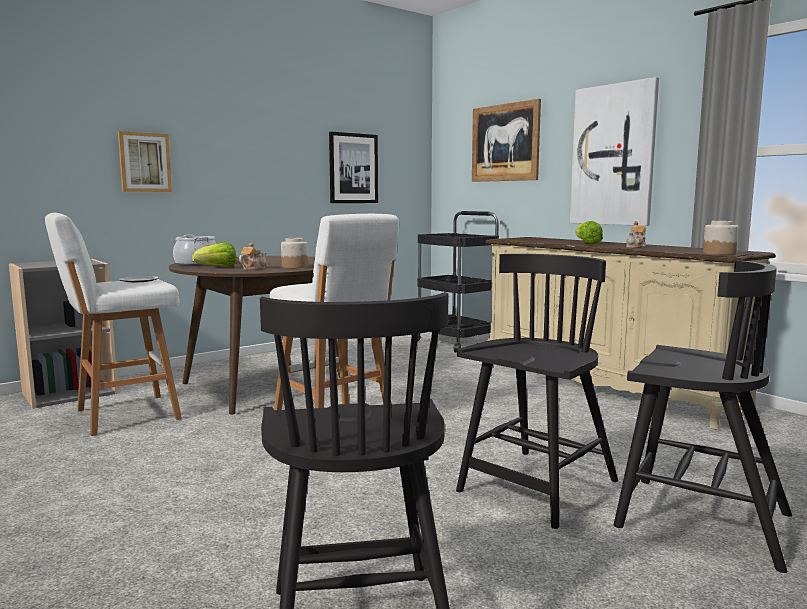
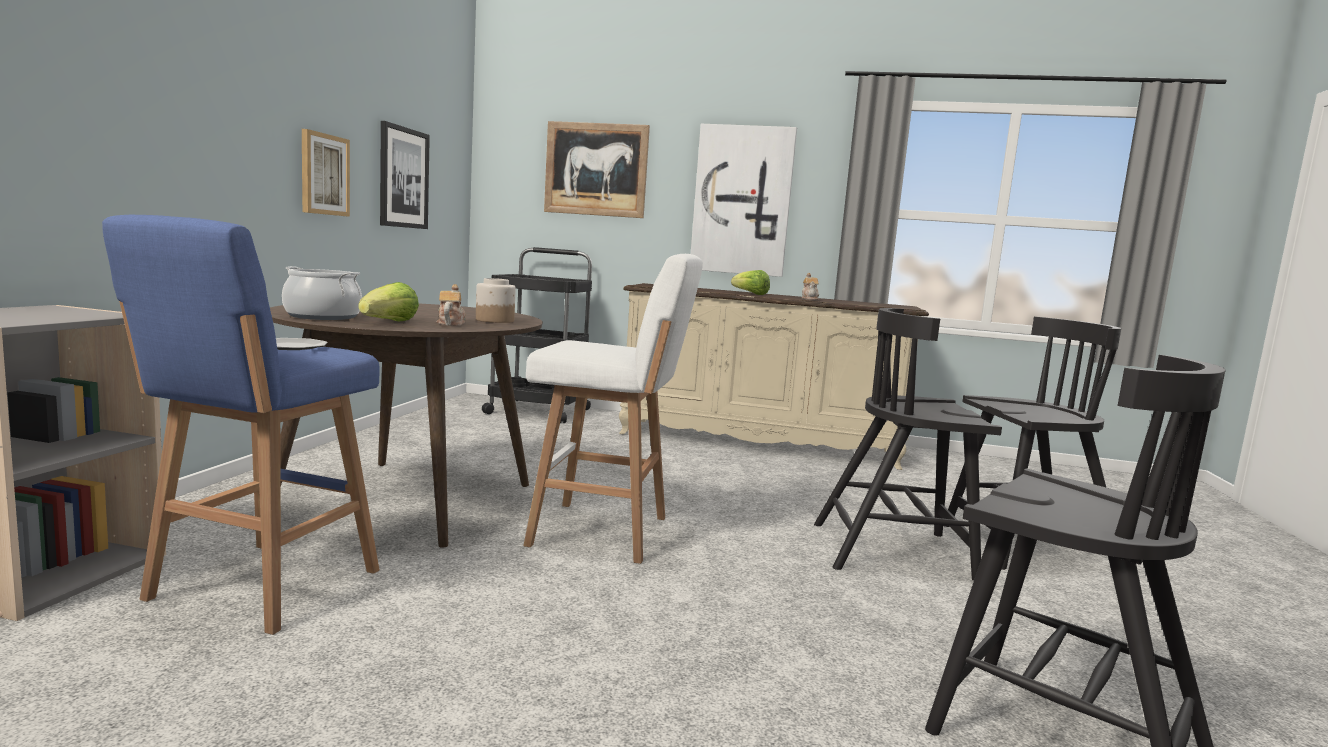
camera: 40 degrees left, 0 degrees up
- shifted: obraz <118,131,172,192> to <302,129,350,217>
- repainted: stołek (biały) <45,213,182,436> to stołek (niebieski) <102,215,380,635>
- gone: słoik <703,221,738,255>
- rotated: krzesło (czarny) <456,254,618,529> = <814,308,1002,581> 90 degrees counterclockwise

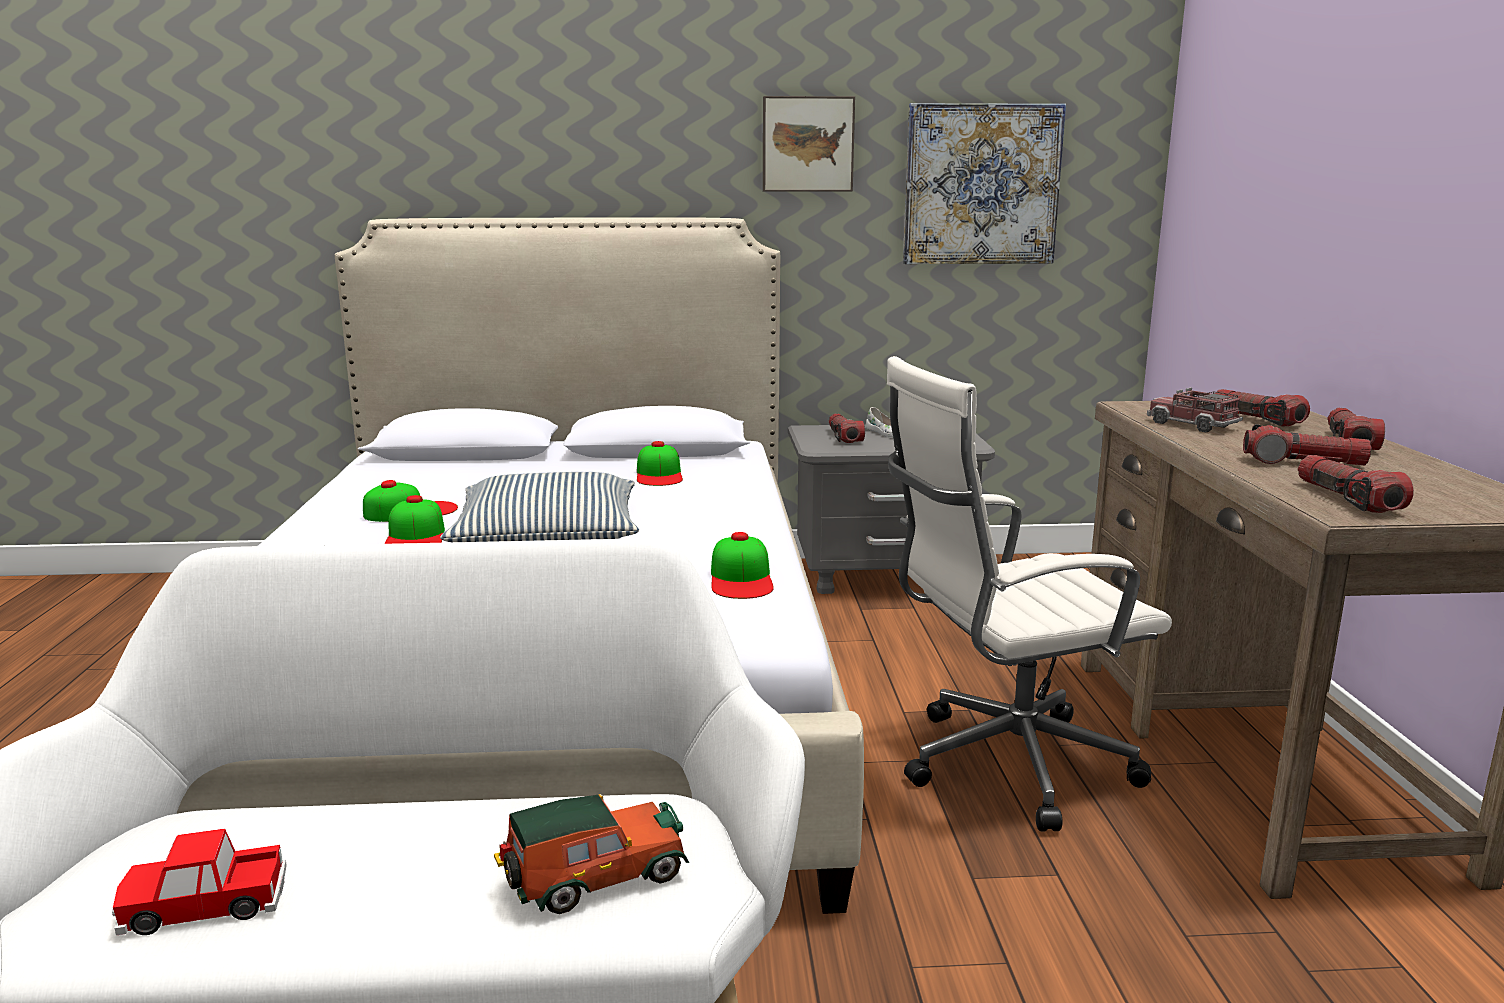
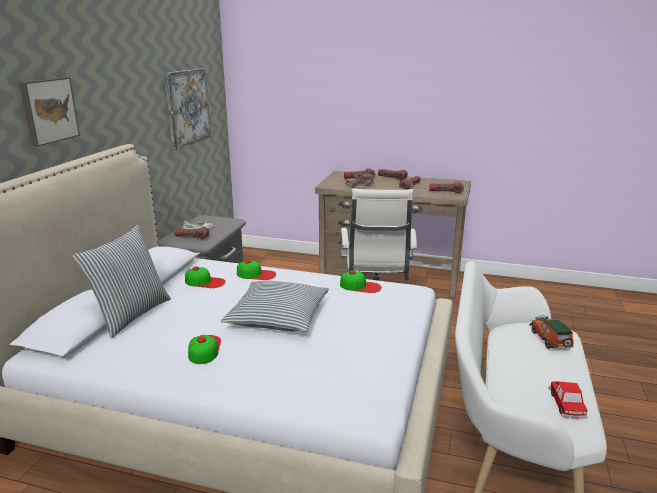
camera: 70 degrees left, 5 degrees up
- shifted: obraz <763,96,855,192> to <19,77,80,146>
- shifted: czapka z daszkiem <384,495,445,544> to <237,260,276,280>
- new: poduszka <73,225,171,338>

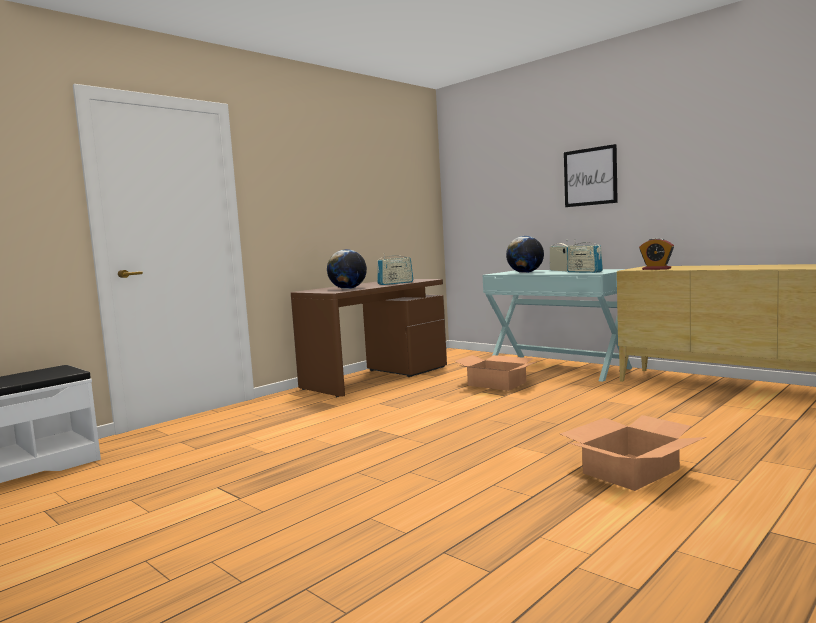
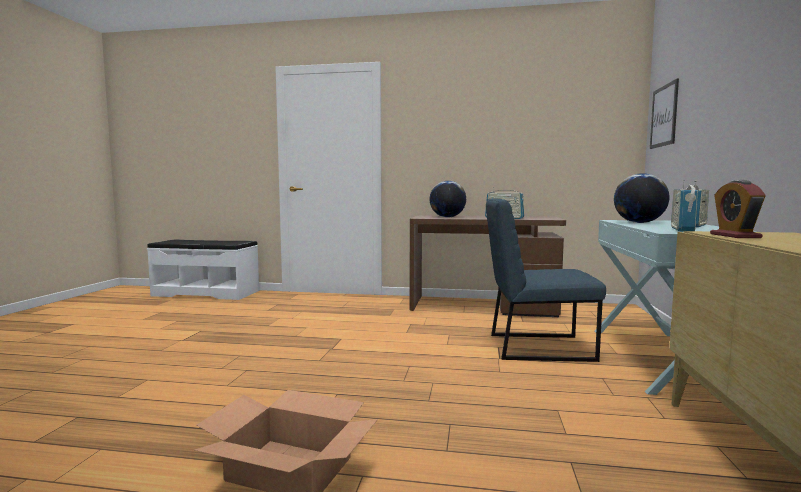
camera: 55 degrees right, 0 degrees up
- shifted: obraz <564,144,618,207> to <650,78,679,149>
- swapped: karton <455,355,538,391> to krzesło (niebieski) <486,198,606,362>

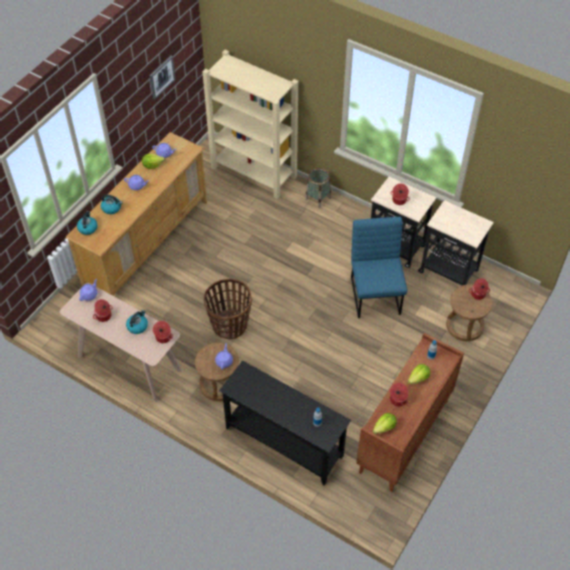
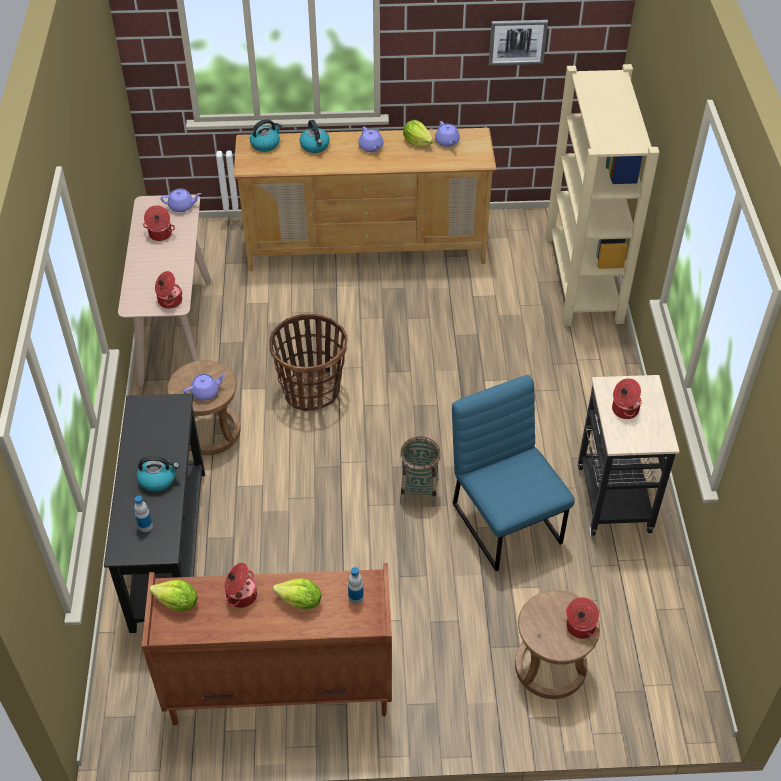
camera: 55 degrees right, 5 degrees down
- shifted: koszyk <305,168,331,208> to <400,436,441,507>
- gone: wózek <418,200,494,285>
- rotated: krzesło (niebieski) <351,217,407,318> = <452,375,575,571> 75 degrees counterclockwise
- shifted: czajnik <126,310,148,334> to <137,456,179,492>

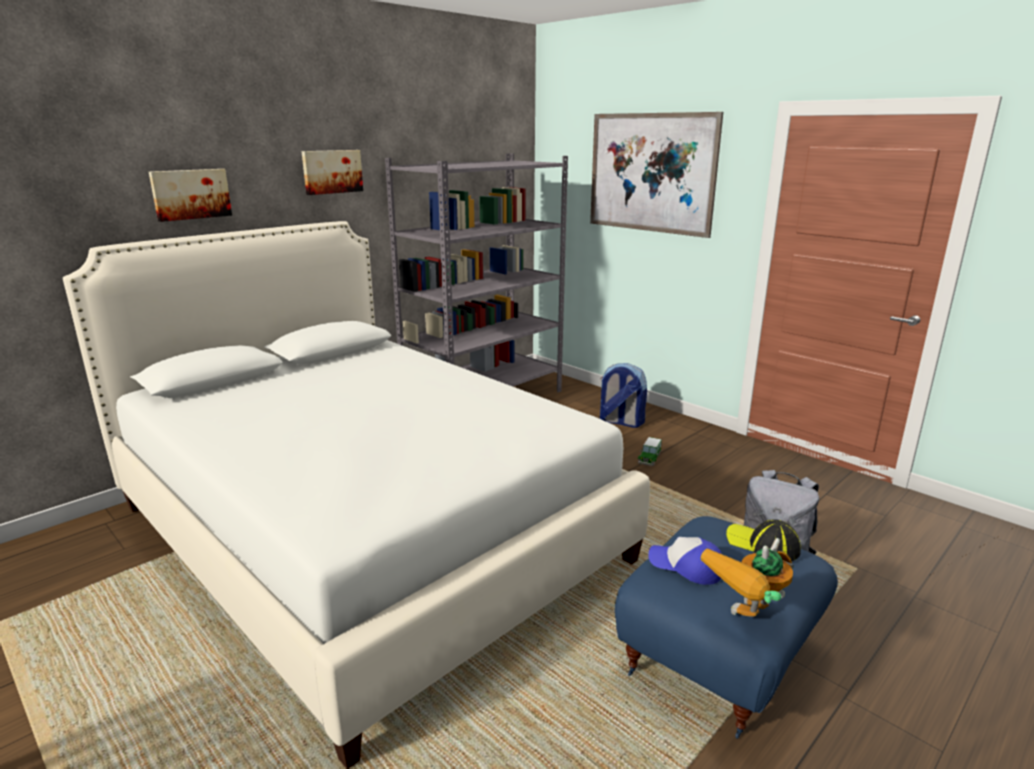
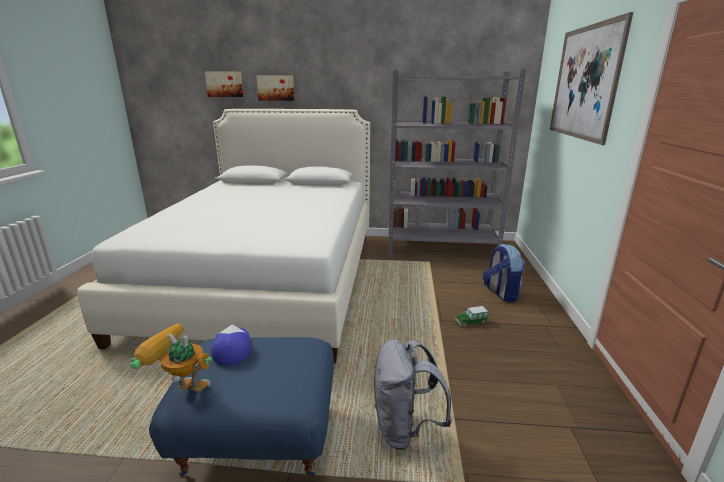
camera: 50 degrees right, 0 degrees up
- shifted: obraz <302,150,363,195> to <205,72,243,97>
- gone: czapka z daszkiem <726,519,801,561>

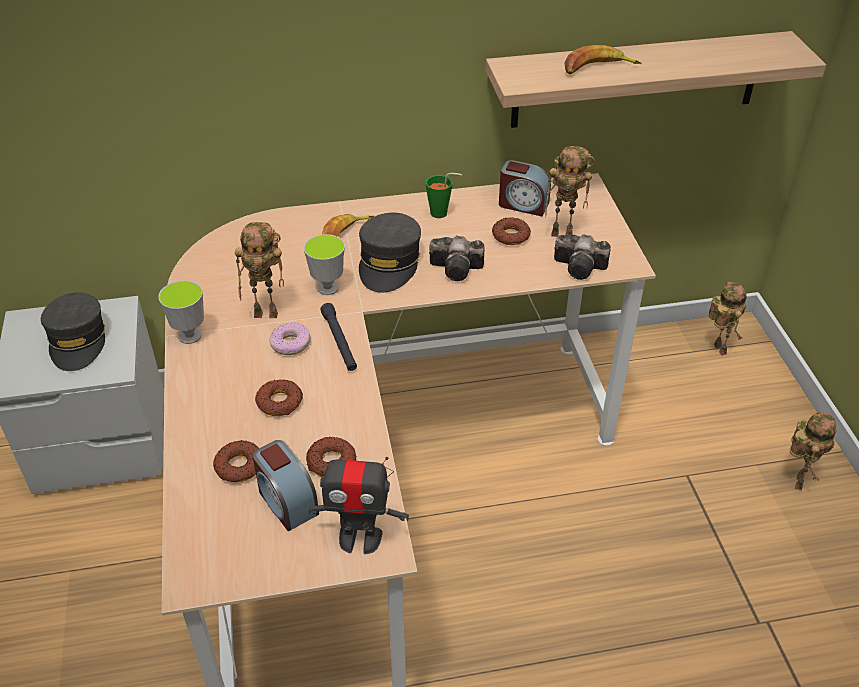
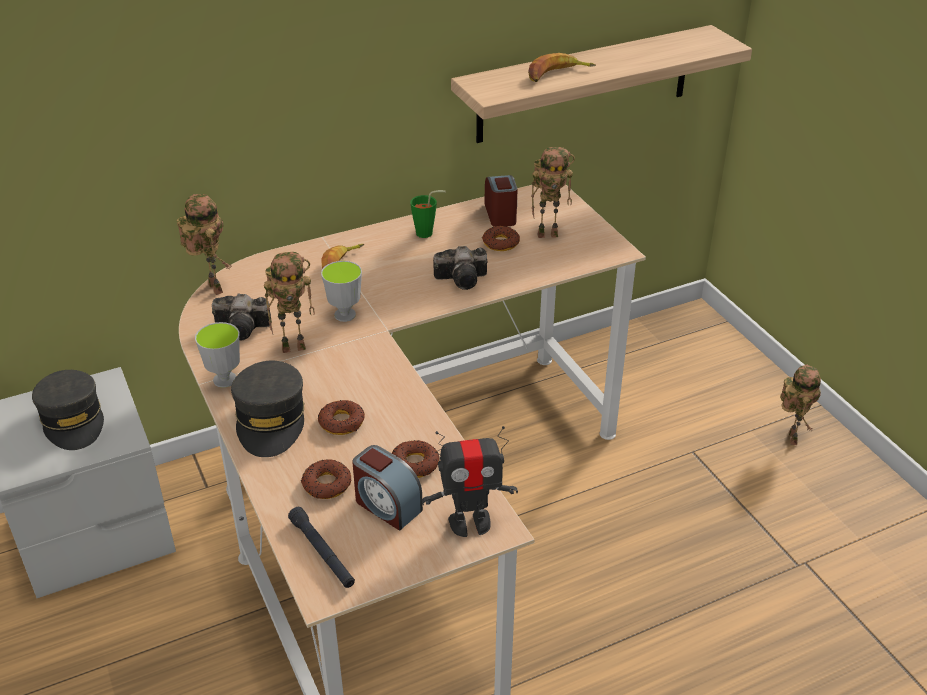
camera: 15 degrees left, 5 degrees down
- rotated: budzik <499,160,551,216> = <484,175,518,227> 105 degrees counterclockwise
- shifted: czapka z daszkiem (szary) <359,213,421,293> to <231,361,305,457>
- shifted: aparat fotograficzny <554,234,611,280> to <212,293,272,340>
- shifted: robot zabawkowy <708,282,747,356> to <177,194,232,295>
- shifted: latarka (czarny) <320,303,357,371> to <288,507,355,588>
- gone: donut <269,322,311,355>

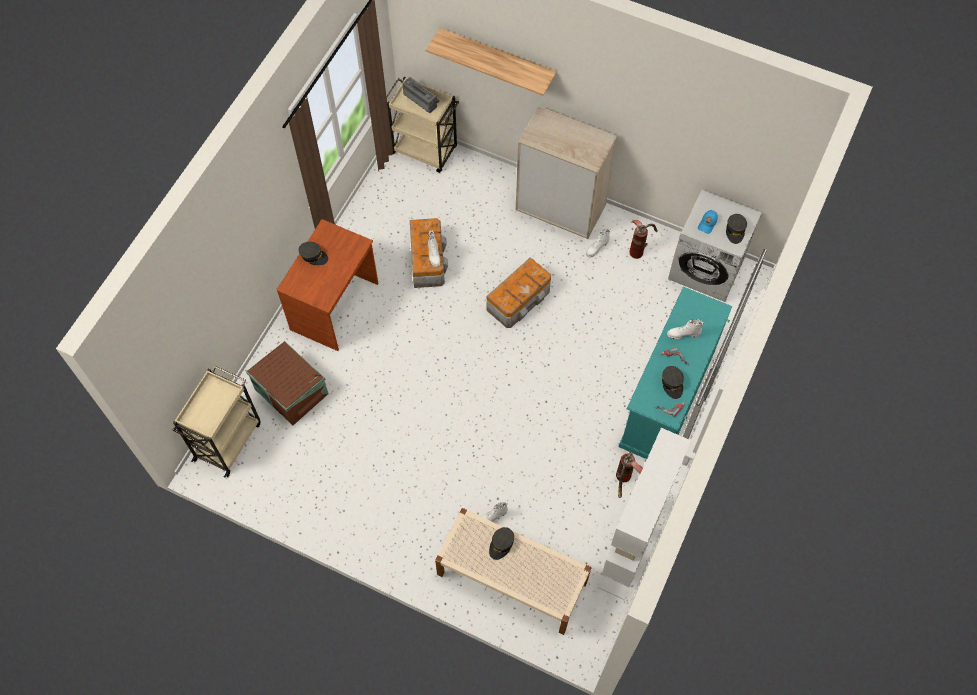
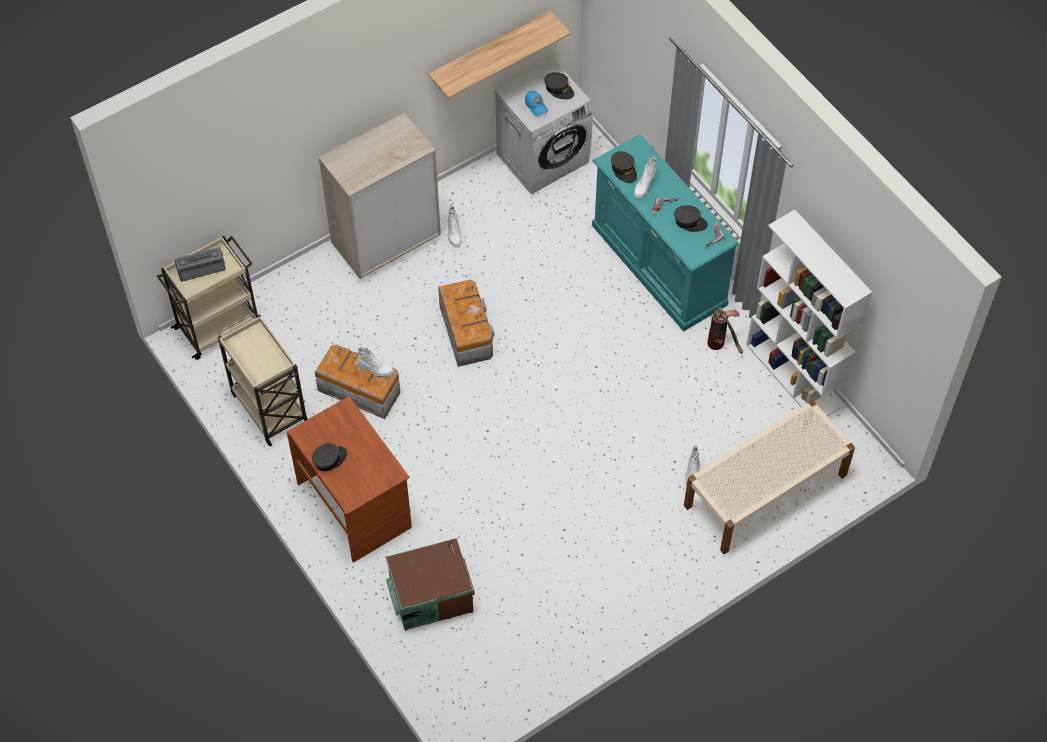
camera: 60 degrees left, 5 degrees down
- shifted: półka <426,28,557,96> to <429,11,571,99>
- gone: gaśnica <629,220,658,259>
- shifted: wózek (beżowy) <173,366,261,478> to <217,313,308,446>
- shifted: czapka z daszkiem (szary) <489,527,514,560> to <611,151,637,183>

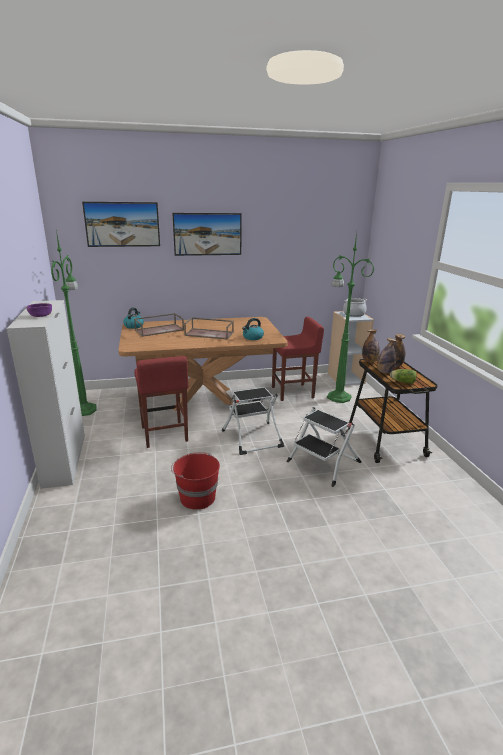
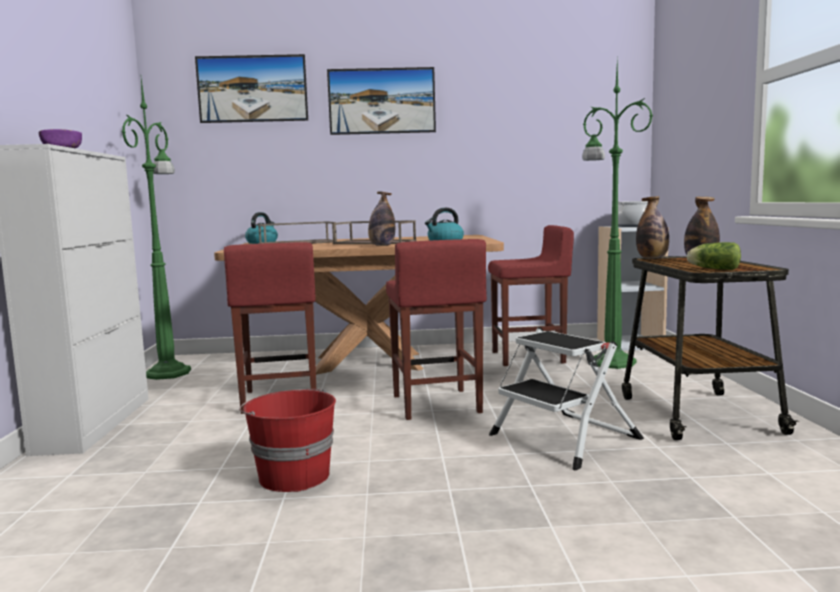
camera: 10 degrees right, 15 degrees down
- shifted: butelka <377,338,397,373> to <368,192,395,246>
- swapped: drabinka <222,387,284,455> to stołek (czerwony) <386,239,487,420>

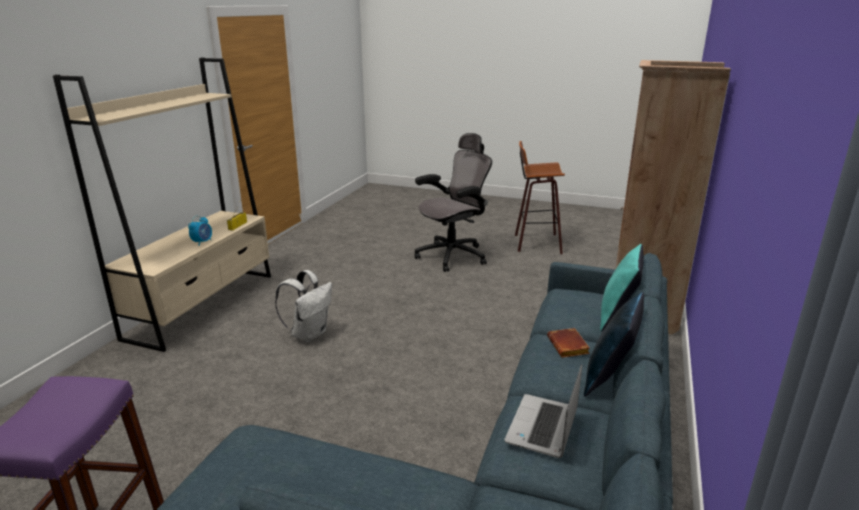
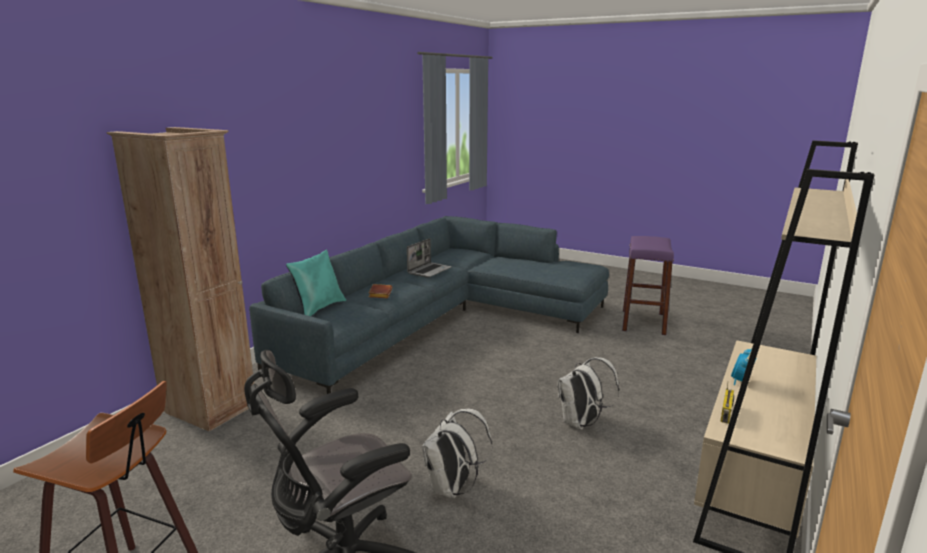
camera: 170 degrees left, 5 degrees down
- gone: poduszka (niebieski) <584,292,644,397>
- new: plecak (biały) <422,408,492,498>

